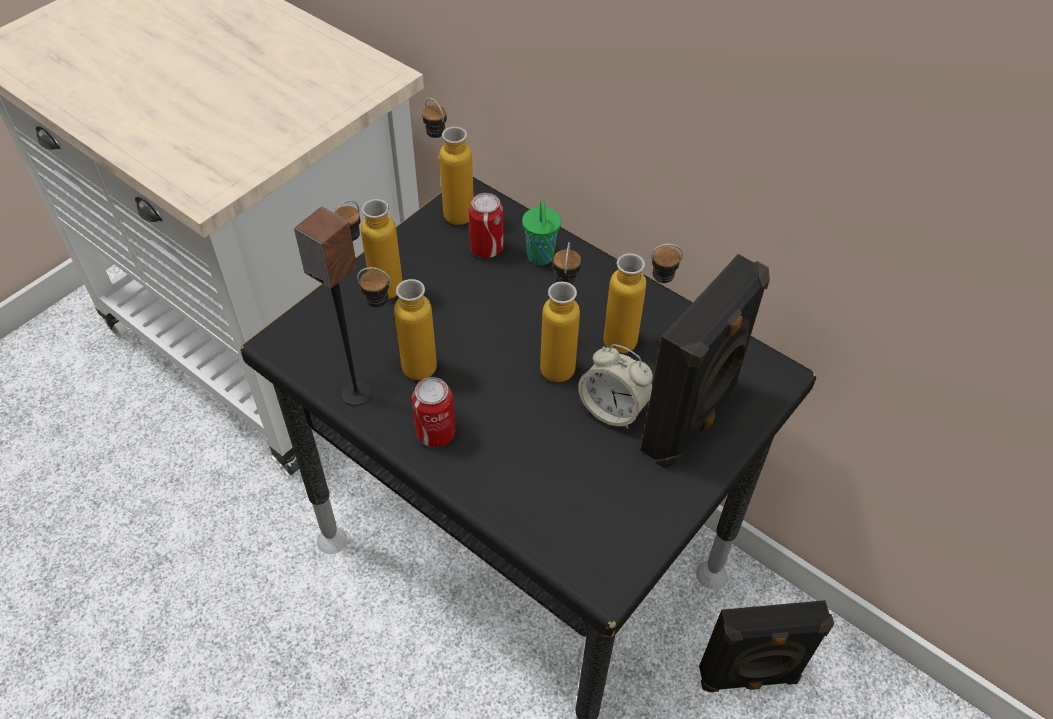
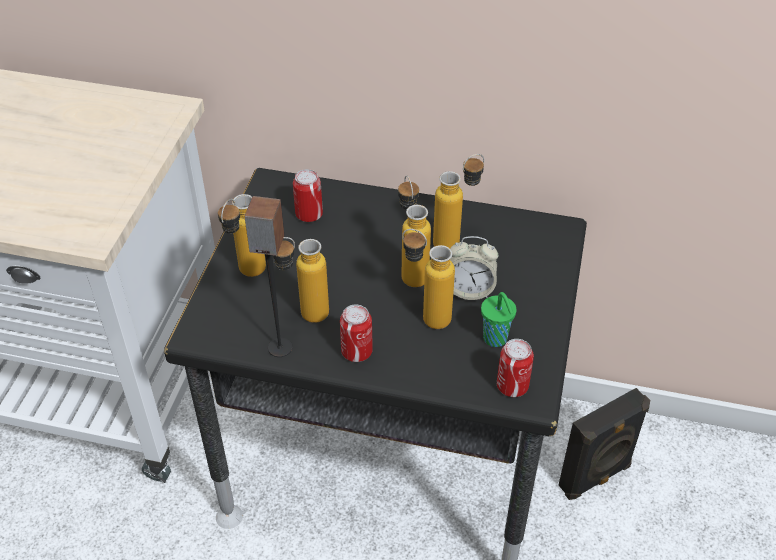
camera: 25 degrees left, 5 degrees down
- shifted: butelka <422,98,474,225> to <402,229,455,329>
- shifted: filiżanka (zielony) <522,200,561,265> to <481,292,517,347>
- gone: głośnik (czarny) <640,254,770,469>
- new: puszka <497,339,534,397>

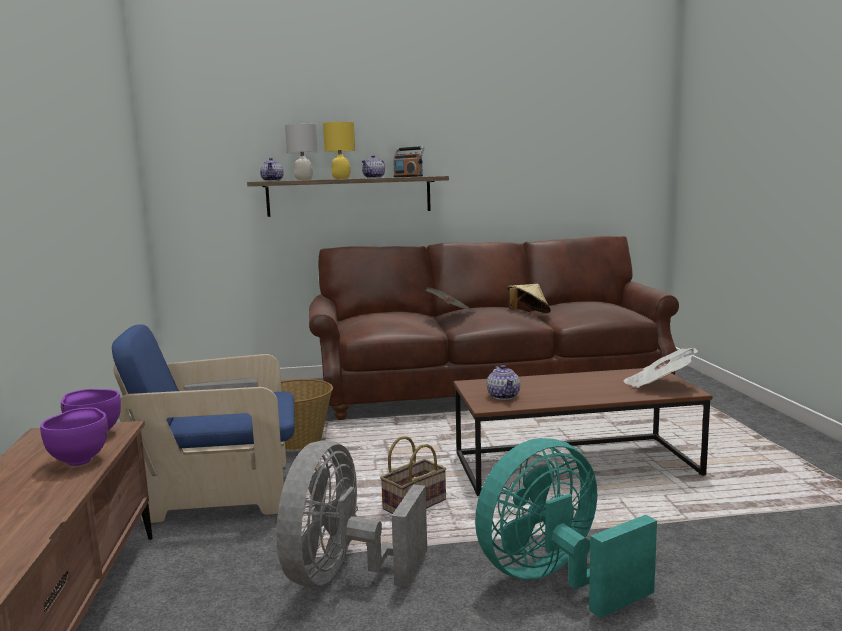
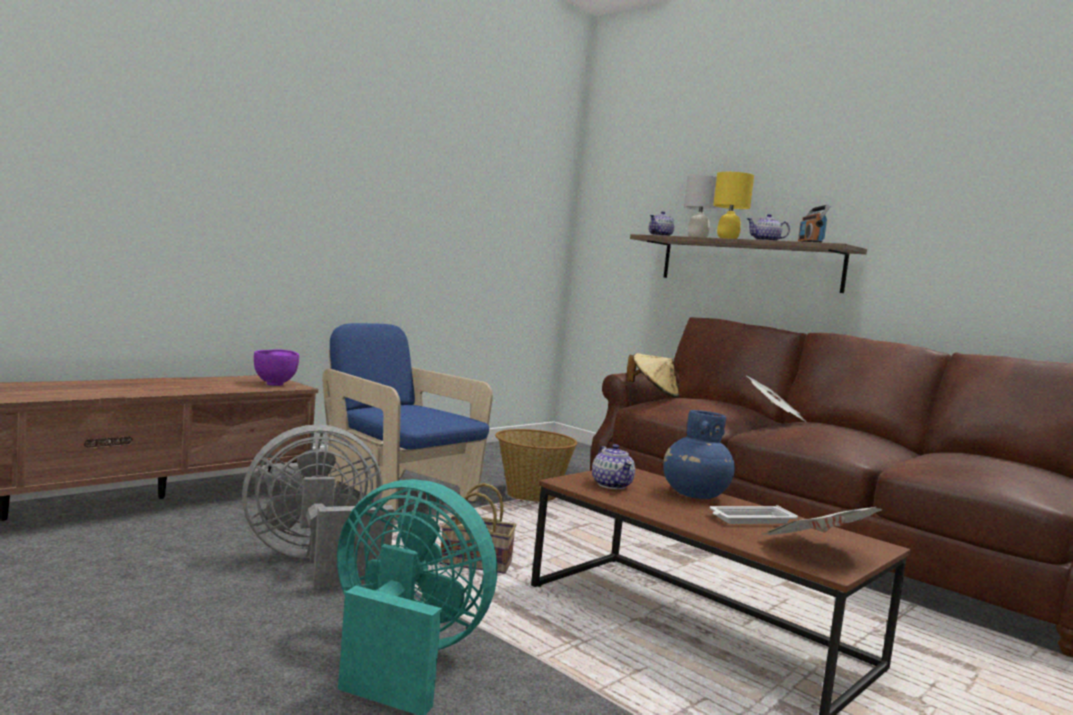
camera: 50 degrees right, 5 degrees down
- shifted: kapelusz (beżowy) <508,284,551,313> to <627,353,679,398>
- rotated: imbryk <487,365,520,400> = <592,444,635,489> 60 degrees counterclockwise
- gone: miska (fioletowy) <40,408,108,466>
- new: wazon (niebieski) <663,410,735,499>
- new: taca (biały) <710,505,798,524>

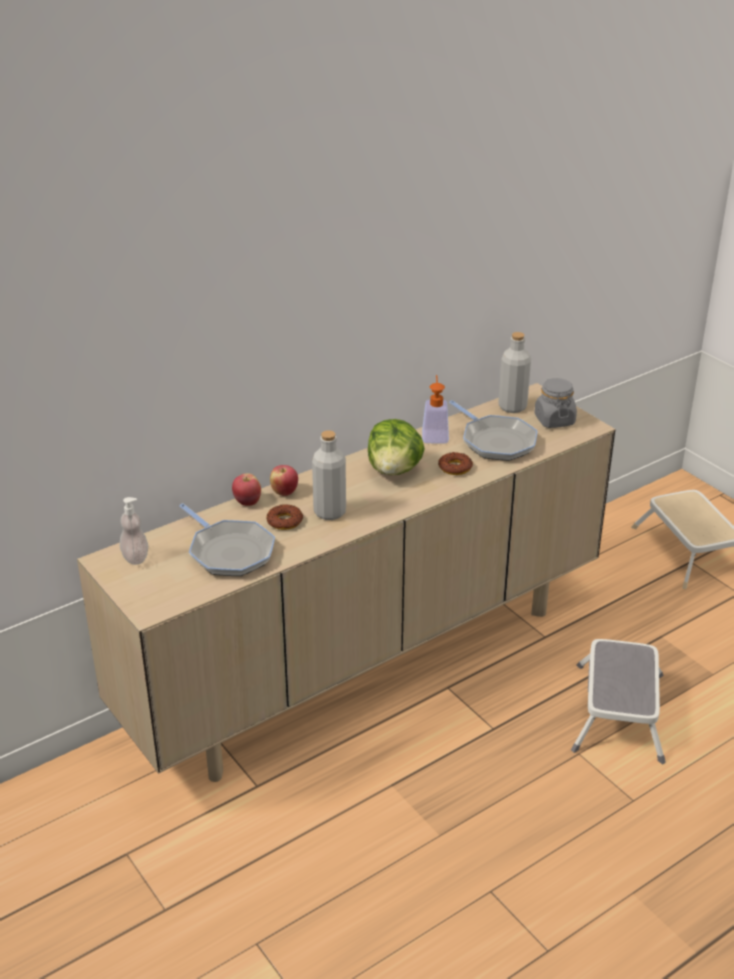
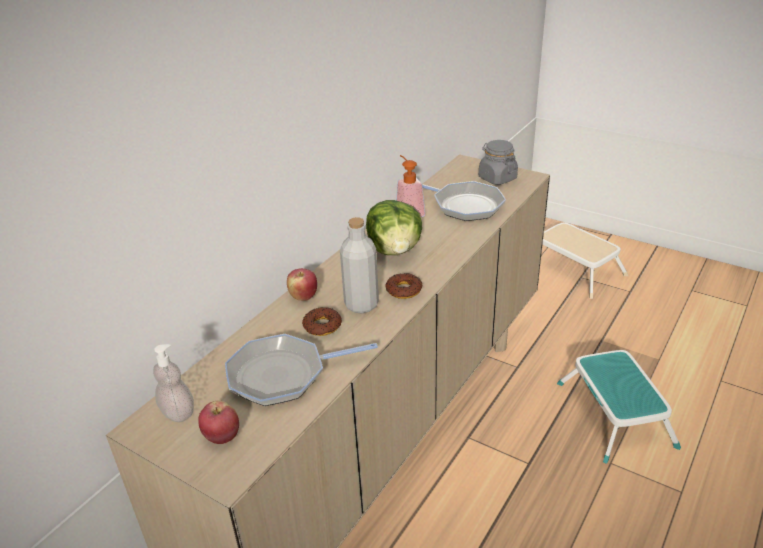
camera: 20 degrees left, 0 degrees up
- gone: butelka (szary) <498,332,531,413>
- shifted: donut <438,452,473,475> to <385,273,422,299>
- shifted: jabłko <232,474,261,506> to <198,400,239,444>
- rotated: patelnia <179,503,275,576> = <225,334,378,406> 135 degrees clockwise
- repainted: drabinka (szary) <571,639,666,764> to drabinka (turkusowy) <557,350,681,464>

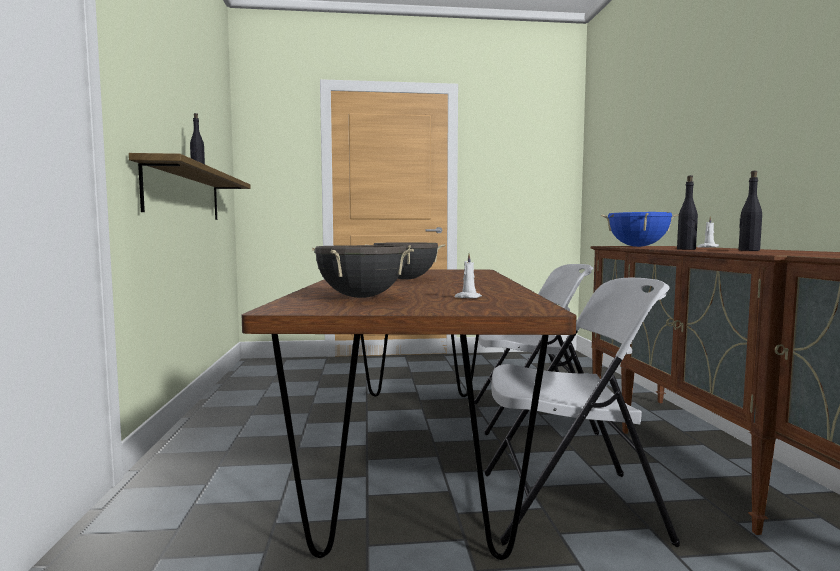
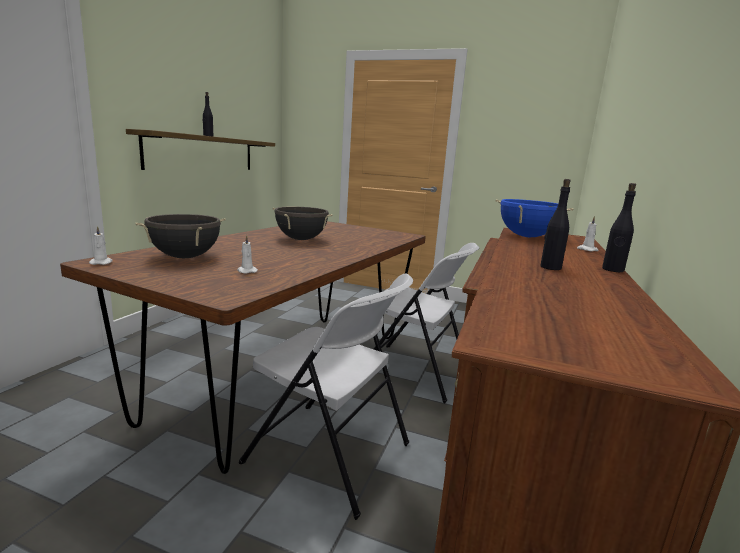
camera: 25 degrees right, 10 degrees up
- shifted: butelka (czarny) <677,175,698,250> to <602,183,636,272>
- new: świeca (biały) <89,226,112,265>

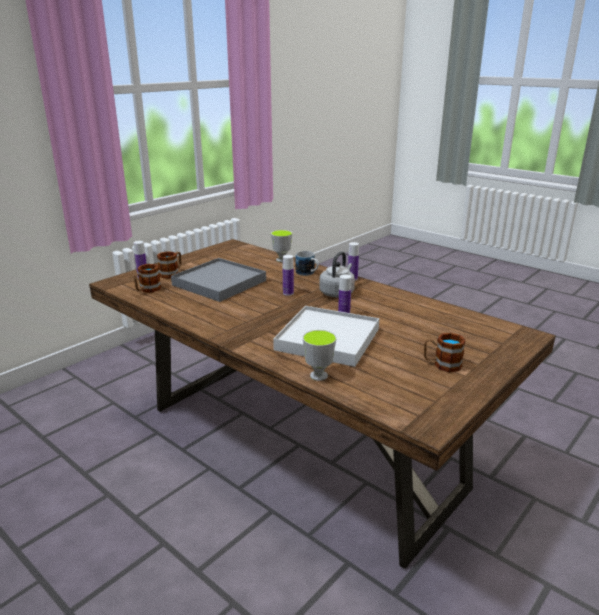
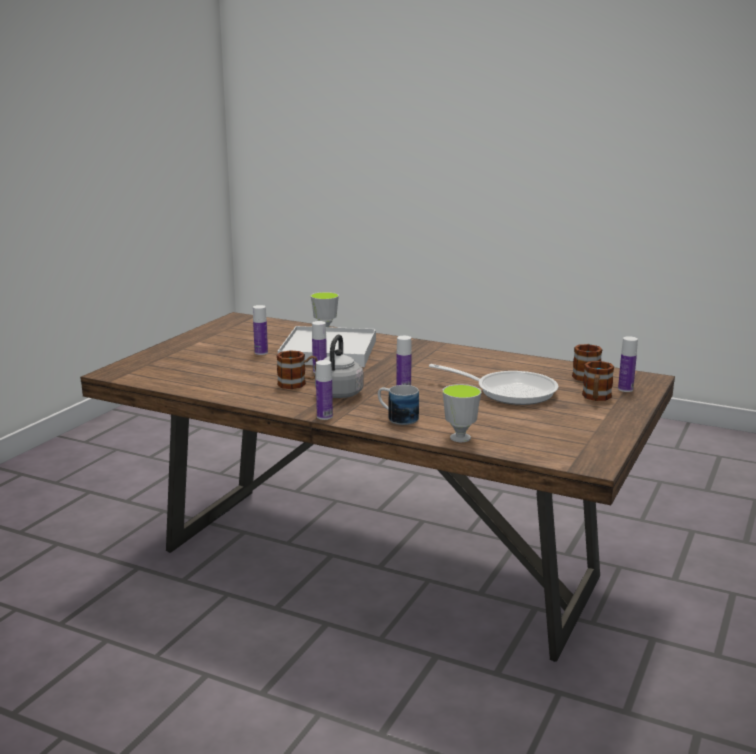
camera: 165 degrees right, 5 degrees down
- swapped: taca (szary) <171,258,266,302> to patelnia <429,364,558,405>
- shifted: kubek <424,333,466,372> to <276,350,318,389>
- new: butelka <253,305,268,355>

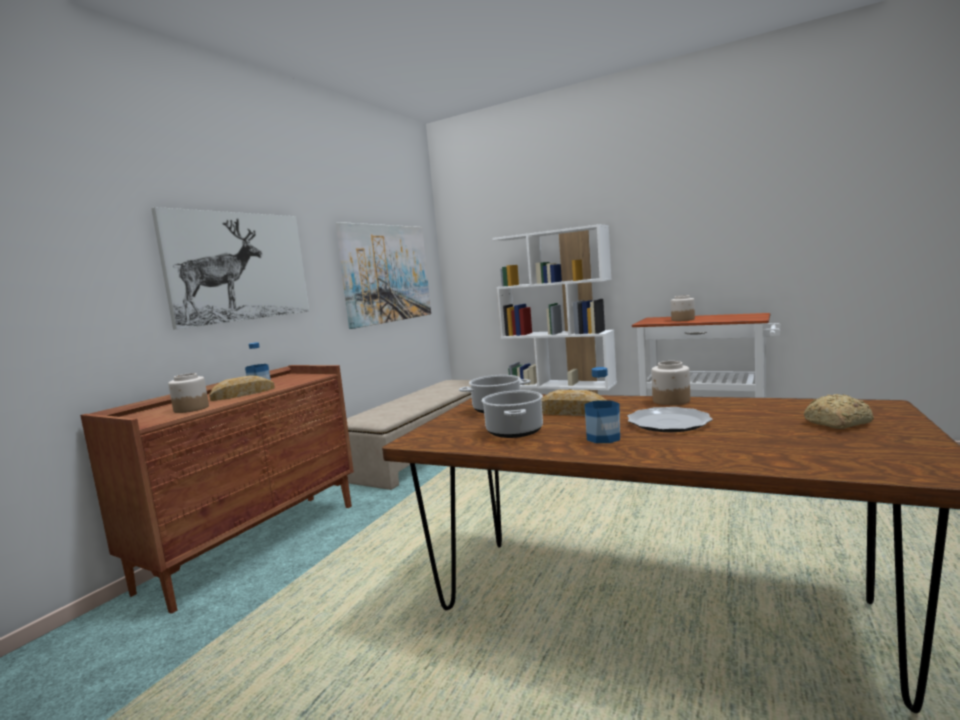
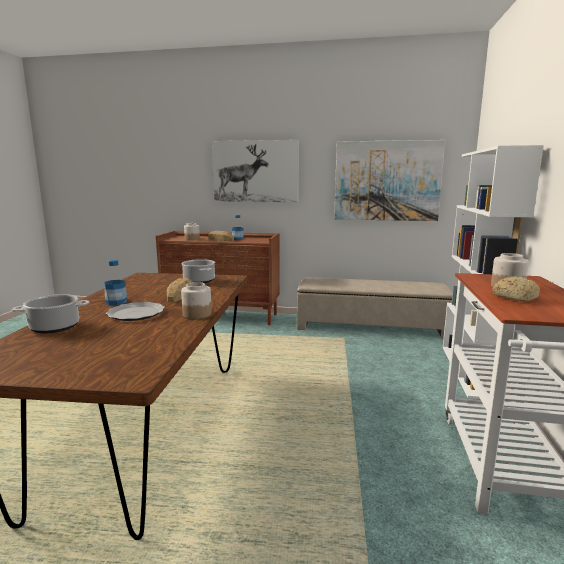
camera: 70 degrees right, 5 degrees up
- shifted: garnek <482,390,543,438> to <12,294,90,333>
- shifted: chleb <804,394,874,429> to <492,276,540,302>

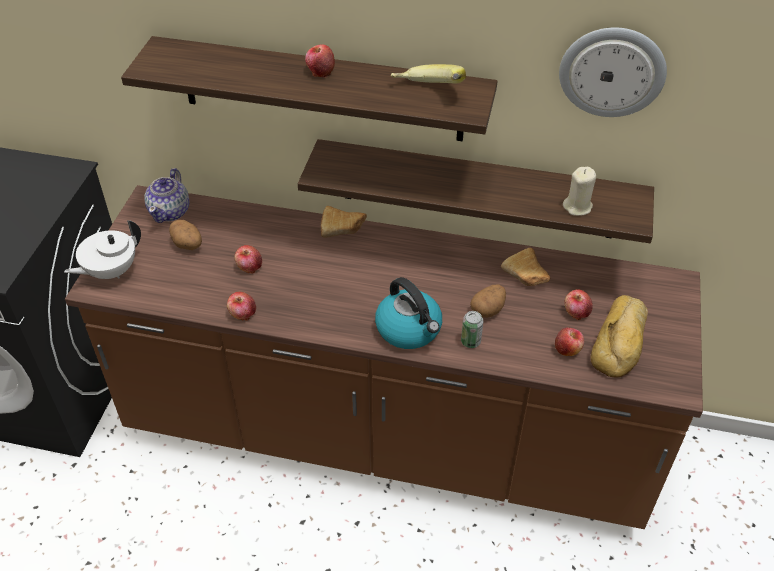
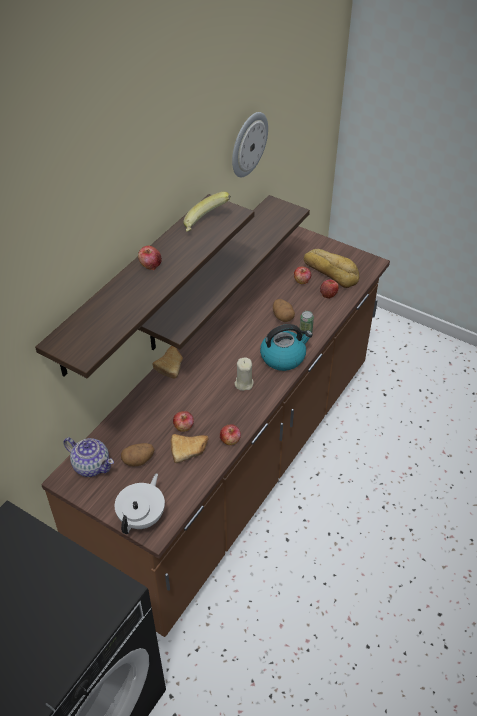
camera: 70 degrees left, 0 degrees up
- shifted: świeca (beżowy) <563,167,596,216> to <234,358,254,391>
- rotated: imbryk (biały) <64,220,141,279> = <115,473,165,534> 135 degrees counterclockwise
- shifted: chleb <501,248,551,286> to <171,434,209,463>

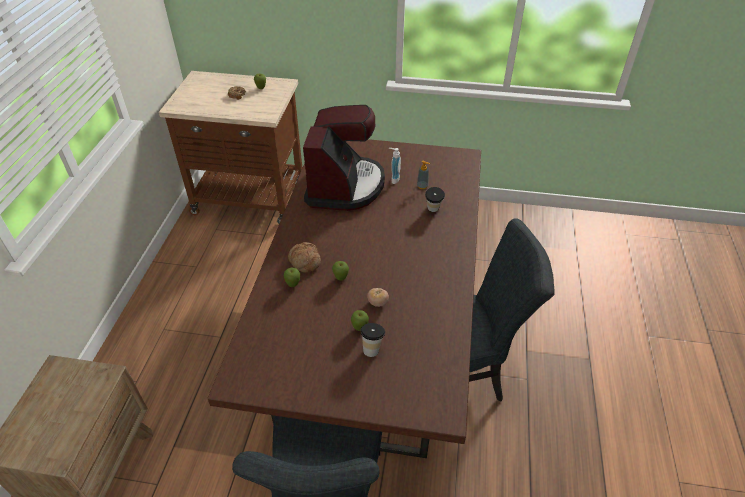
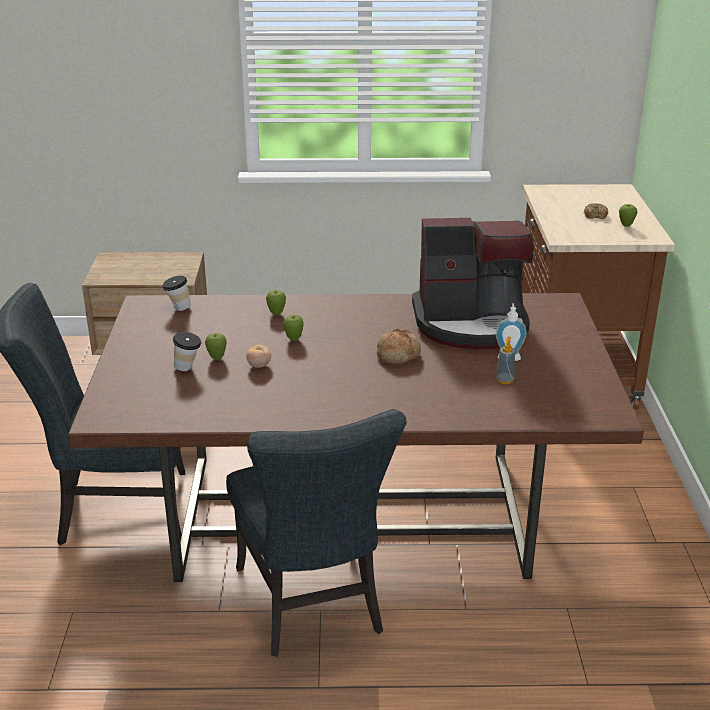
camera: 80 degrees right, 15 degrees down
- shifted: filiżanka <425,187,445,212> to <162,276,191,311>
- shifted: chleb <288,242,321,273> to <377,329,421,364>

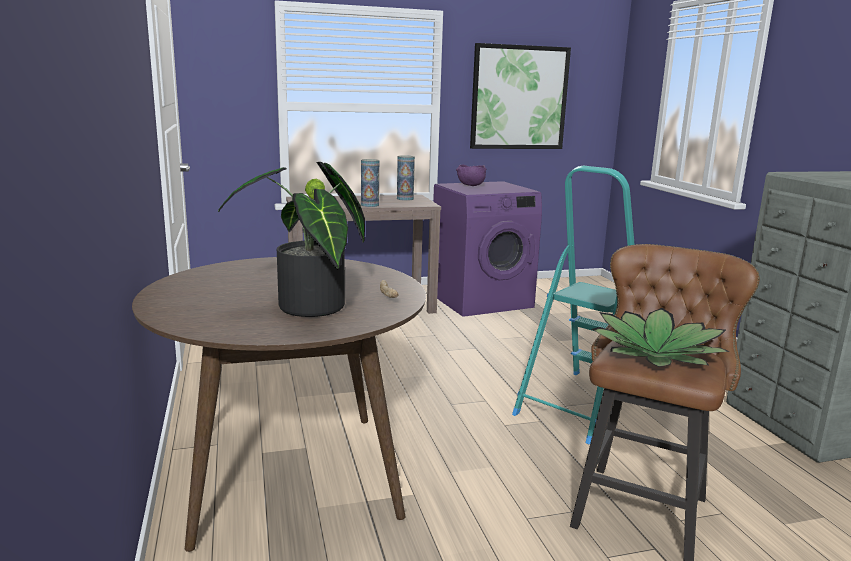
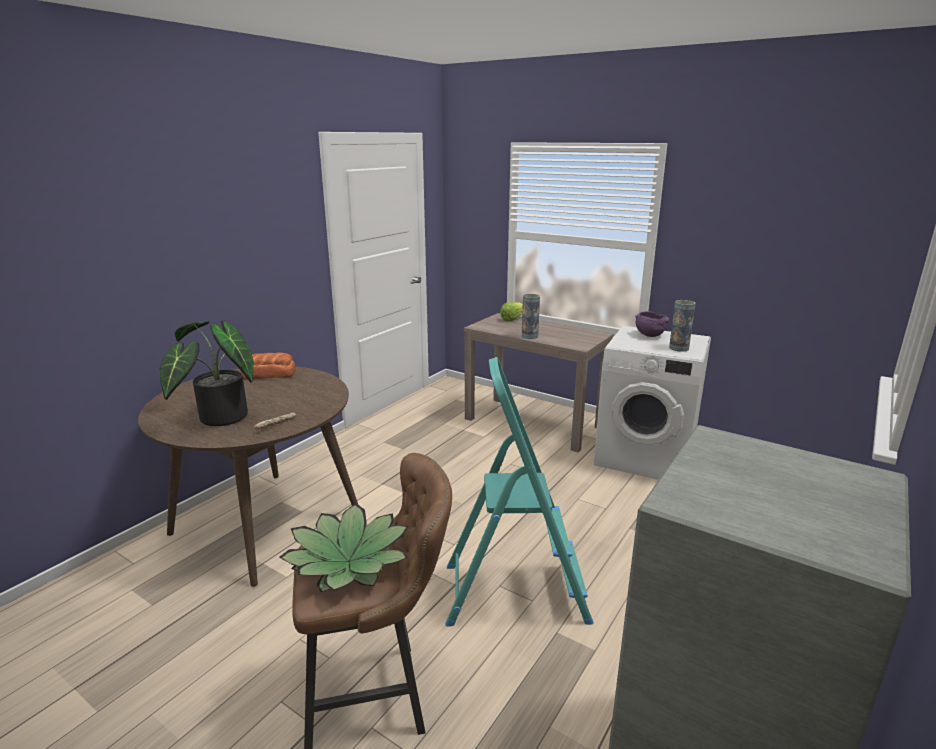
camera: 50 degrees right, 5 degrees up
- gone: obraz <470,43,571,149>
- shifted: wazon <397,155,415,201> to <669,300,696,352>
- repainted: pralka (fioletowy) <433,181,542,317> to pralka (biały) <593,326,711,480>
- new: chleb <239,352,296,379>

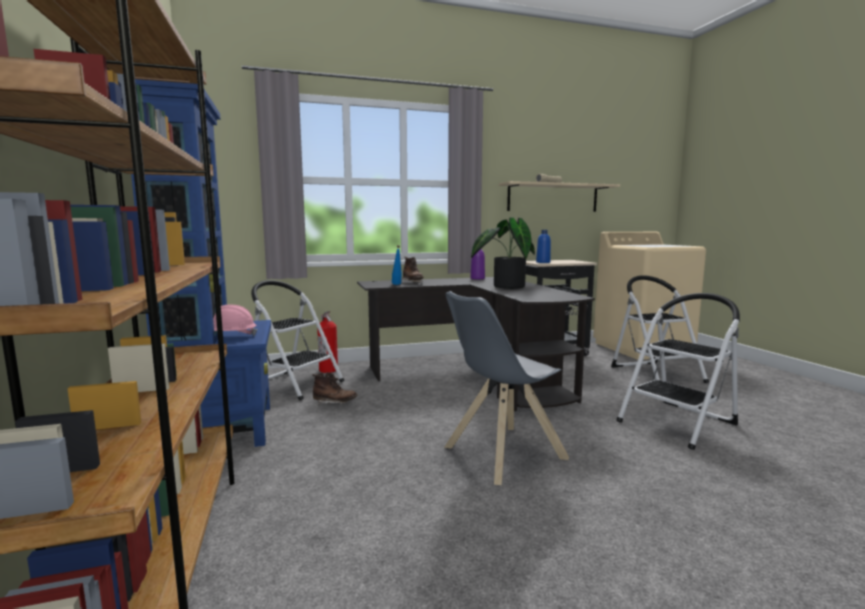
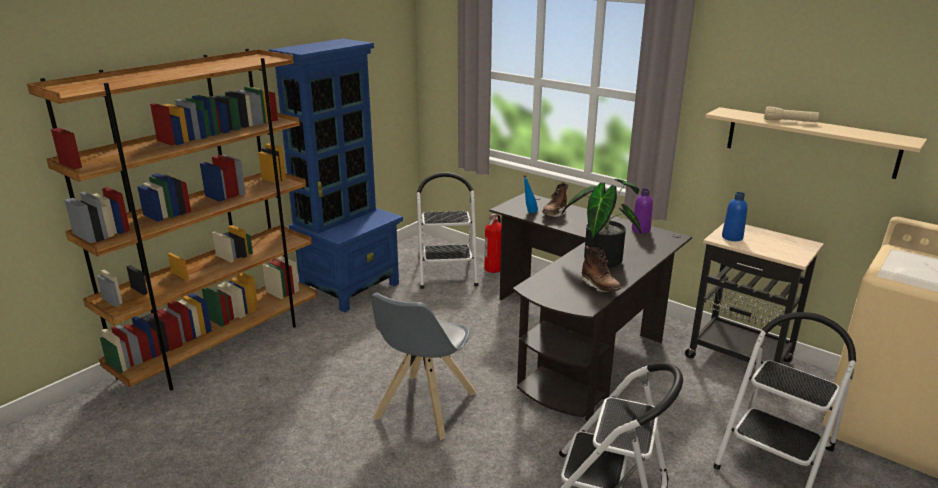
camera: 55 degrees right, 15 degrees up
- rotated: krzesło (szary) <444,291,569,485> = <371,293,477,440> 90 degrees counterclockwise
- gone: kask (różowy) <213,305,257,336>
- shifted: but z cholewką (brązowy) <312,372,357,406> to <581,246,622,292>

